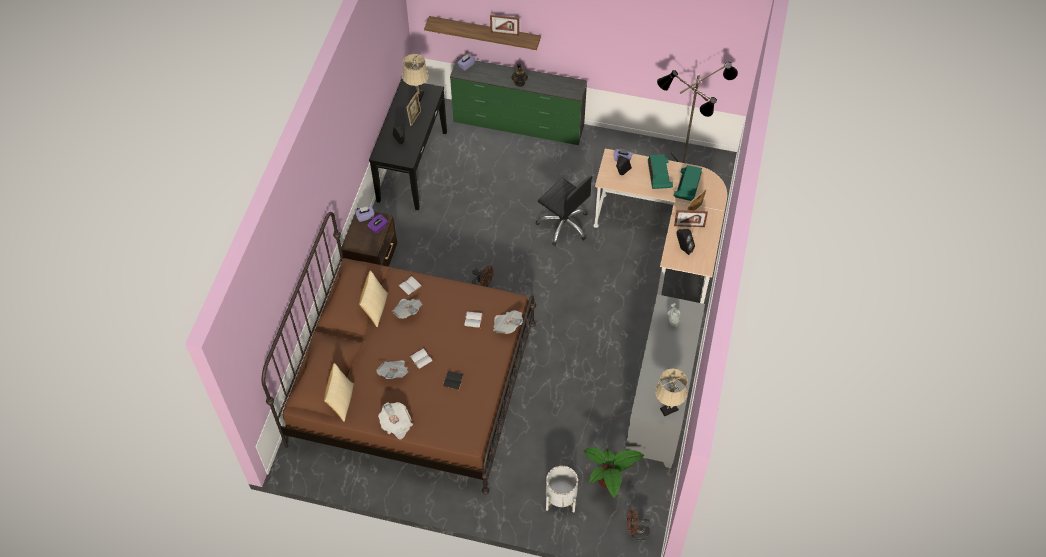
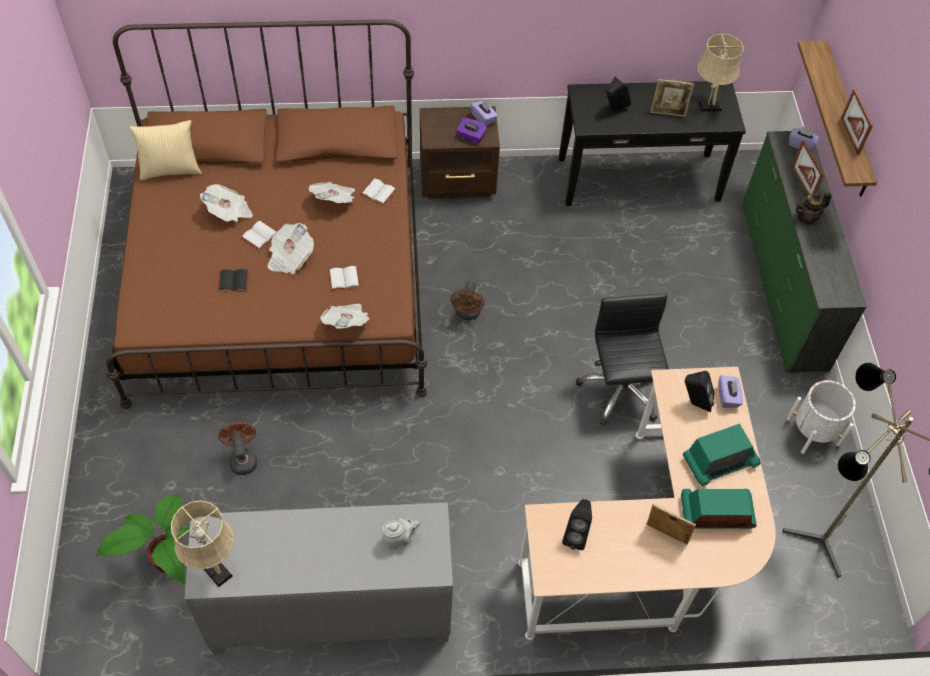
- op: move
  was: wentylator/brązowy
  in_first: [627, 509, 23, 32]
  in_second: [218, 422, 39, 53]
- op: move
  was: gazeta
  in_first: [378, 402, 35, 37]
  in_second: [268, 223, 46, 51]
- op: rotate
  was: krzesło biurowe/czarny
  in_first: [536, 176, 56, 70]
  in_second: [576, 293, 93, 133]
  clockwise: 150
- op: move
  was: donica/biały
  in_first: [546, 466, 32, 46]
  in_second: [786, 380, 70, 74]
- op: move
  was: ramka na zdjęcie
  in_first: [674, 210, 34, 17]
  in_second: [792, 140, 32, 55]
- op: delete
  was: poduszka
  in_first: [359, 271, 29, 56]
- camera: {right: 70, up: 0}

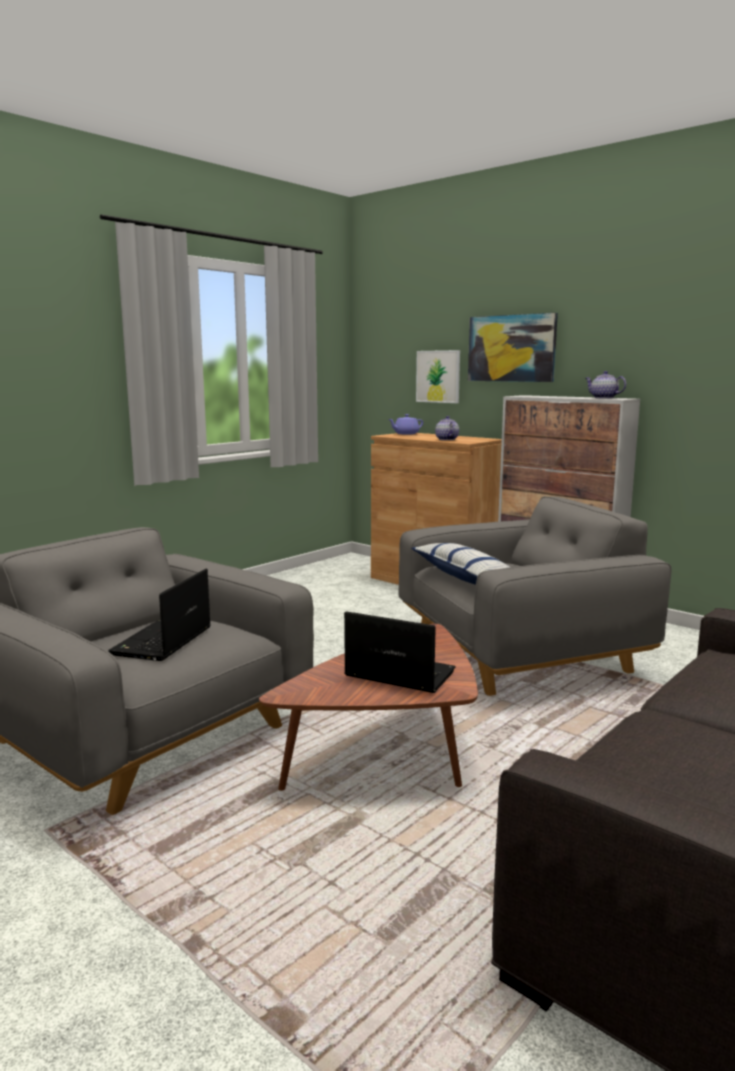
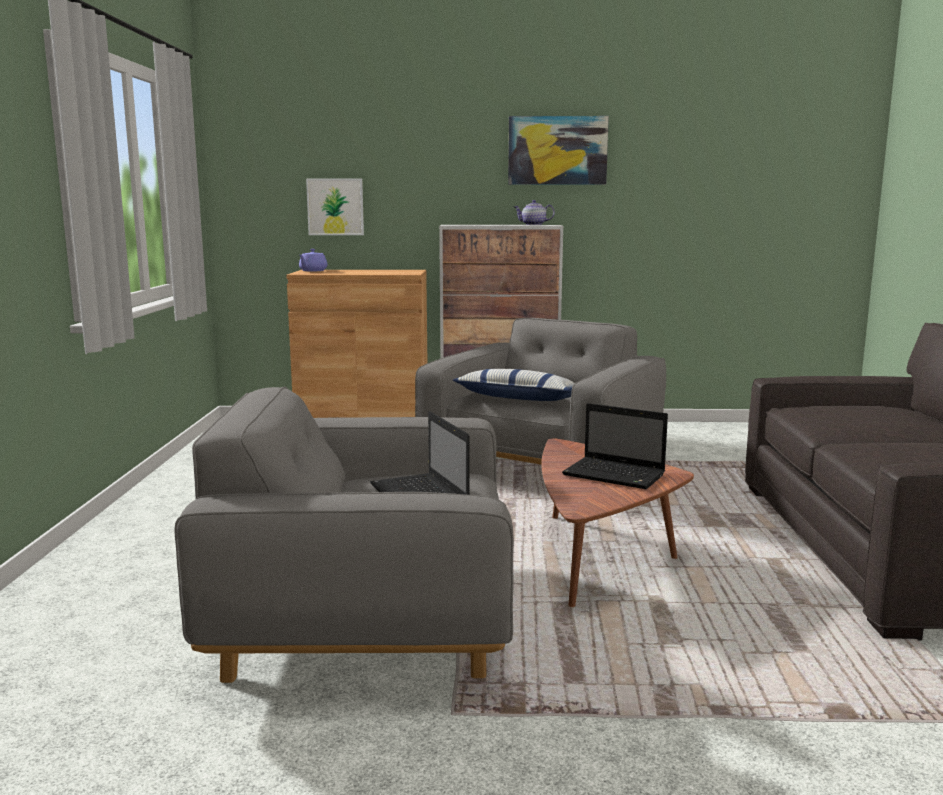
- op: move
  was: obraz
  in_first: [468, 313, 90, 69]
  in_second: [508, 116, 101, 69]
- op: rotate
  was: laptop
  in_first: [344, 611, 112, 82]
  in_second: [562, 403, 106, 86]
  clockwise: -135
- op: delete
  was: imbryk
  in_first: [435, 416, 24, 24]
- camera: {right: -40, up: 0}

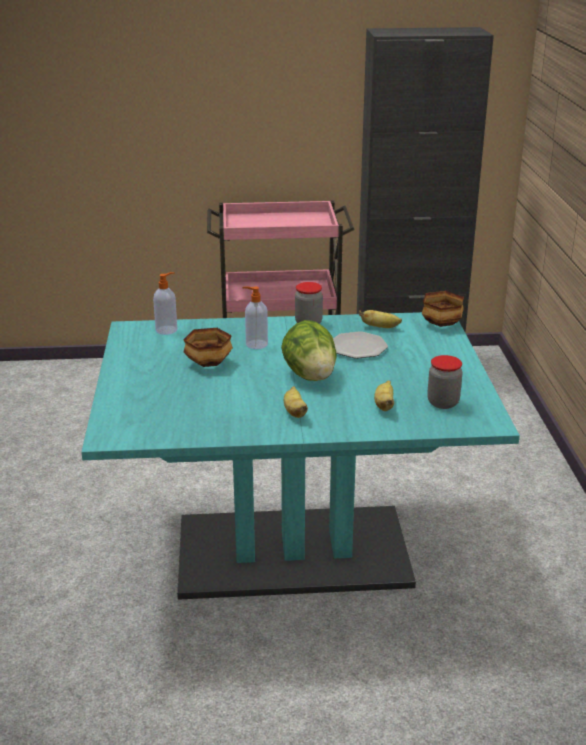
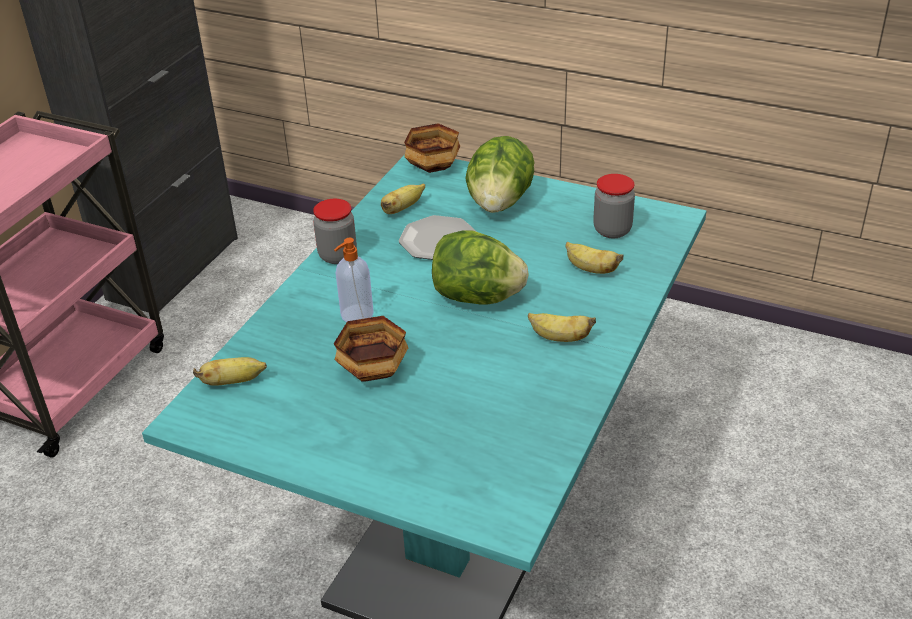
- op: replace
  was: dozownik mydła
  now: banan
  in_first: [153, 272, 24, 63]
  in_second: [193, 357, 74, 29]
- op: insert
  now: sałata
  in_second: [465, 136, 70, 77]
- camera: {right: -60, up: 10}

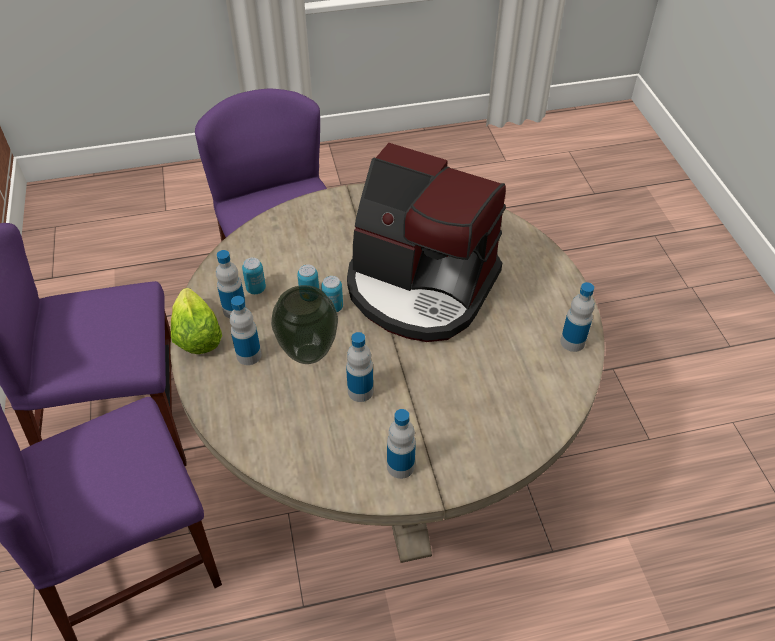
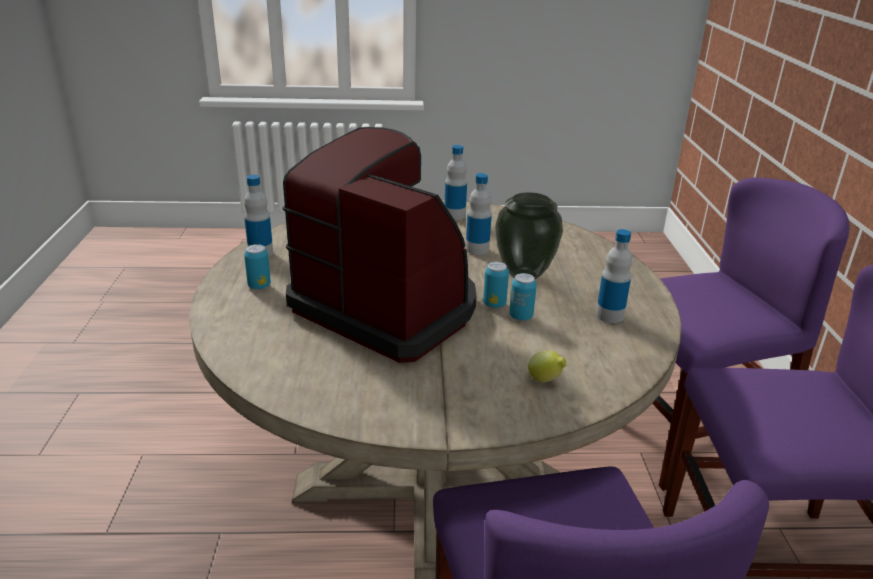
- op: move
  was: puszka
  in_first: [242, 258, 24, 36]
  in_second: [244, 244, 27, 46]
- op: insert
  now: cytryna
  in_second: [528, 350, 38, 32]
- op: delete
  was: sałata
  in_first: [171, 288, 51, 66]
- op: delete
  was: butelka
  in_first: [230, 296, 31, 69]
- camera: {right: -170, up: -20}

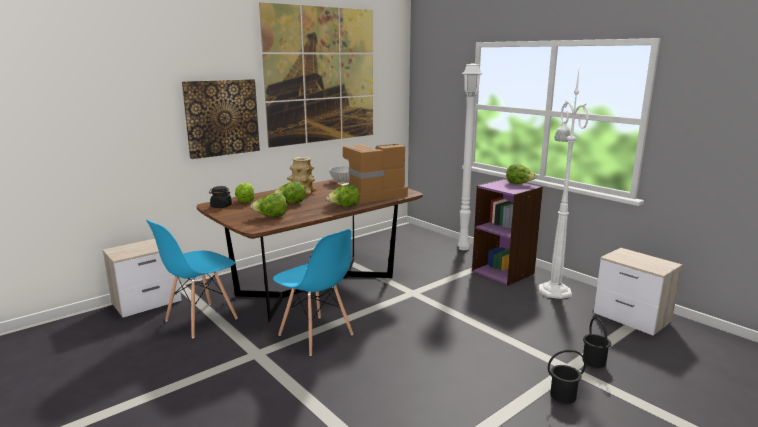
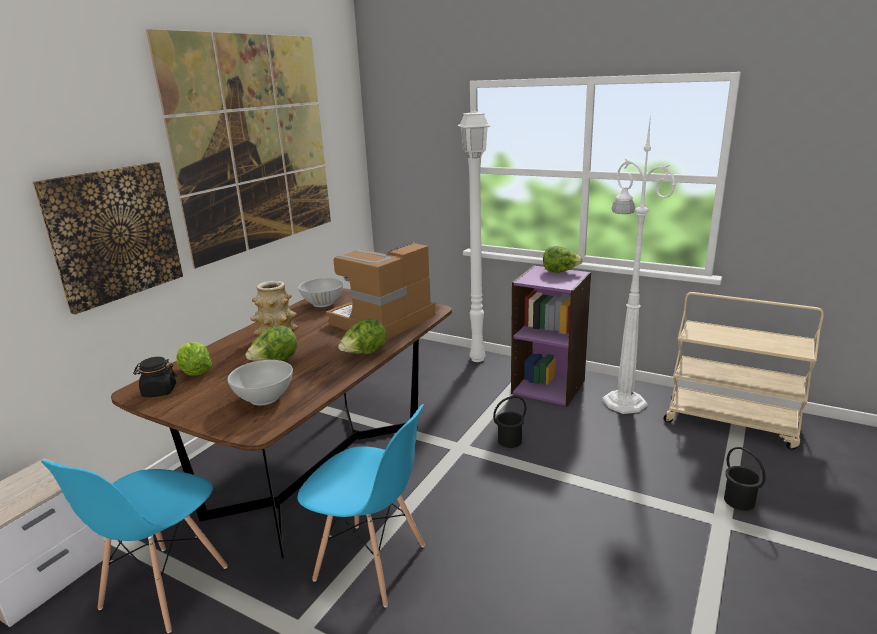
- op: replace
  was: sałata
  now: miska/biały
  in_first: [250, 193, 37, 24]
  in_second: [227, 360, 66, 45]
- op: move
  was: wiadro/czarny
  in_first: [548, 350, 38, 54]
  in_second: [493, 396, 34, 52]
- op: replace
  was: szafka nocna
  now: wózek/beżowy
  in_first: [594, 248, 88, 88]
  in_second: [664, 292, 160, 158]
- camera: {right: -20, up: 5}

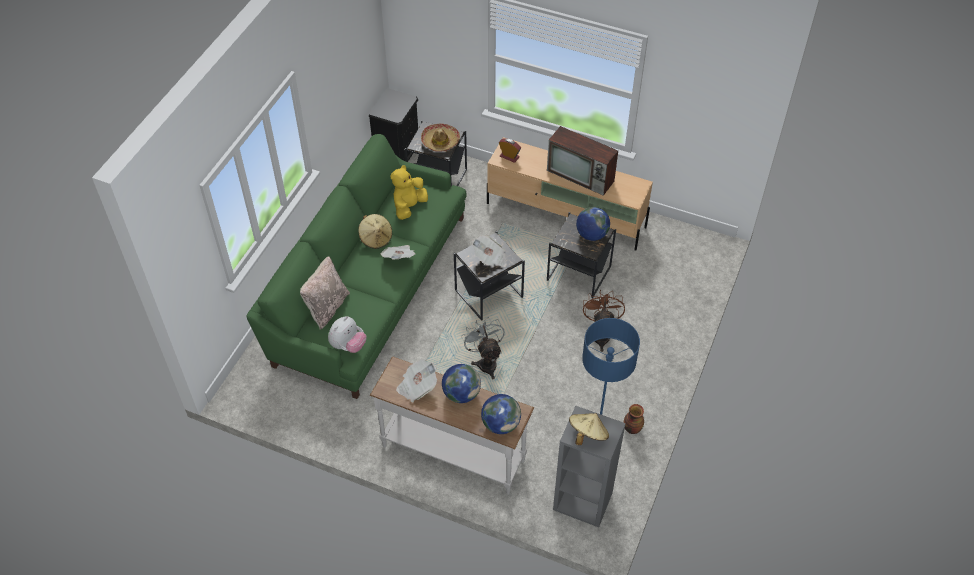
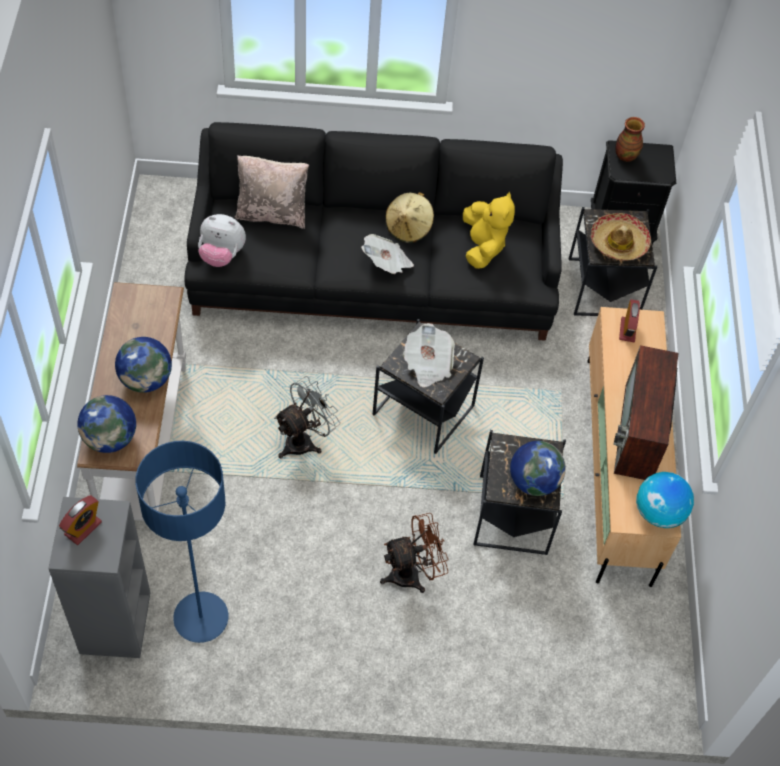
- op: replace
  was: kapelusz/beżowy
  now: budzik
  in_first: [569, 413, 40, 32]
  in_second: [59, 495, 43, 50]
- op: recolor
  was: kanapa/zielony
  now: kanapa/czarny
  in_first: [246, 134, 221, 265]
  in_second: [184, 122, 379, 218]
- op: rotate
  was: pluszak/żółty
  in_first: [391, 165, 37, 55]
  in_second: [463, 192, 52, 77]
  clockwise: 75
- op: move
  was: wazon
  in_first: [623, 404, 21, 30]
  in_second: [615, 117, 30, 45]
- op: insert
  now: globus
  in_second: [636, 472, 58, 56]
- op: delete
  was: gazeta
  in_first: [396, 359, 41, 44]
- camera: {right: 65, up: 5}

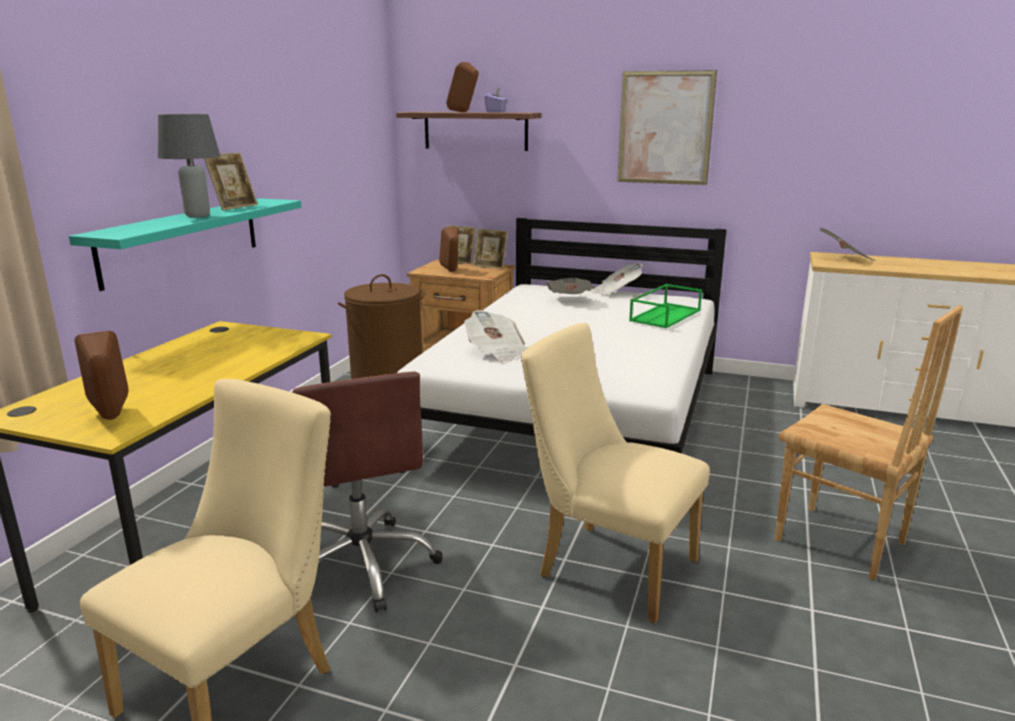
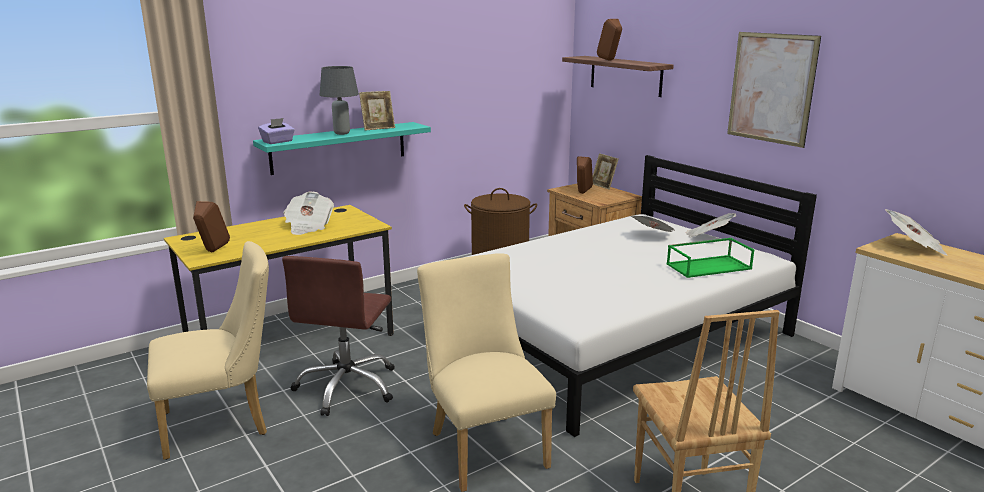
- op: move
  was: pudełko chusteczek/fioletowy
  in_first: [484, 88, 23, 25]
  in_second: [258, 118, 37, 26]
- op: move
  was: gazeta
  in_first: [464, 310, 63, 53]
  in_second: [284, 191, 50, 44]
- op: delete
  was: ramka na zdjęcie
  in_first: [473, 229, 35, 40]
- camera: {right: 35, up: 0}

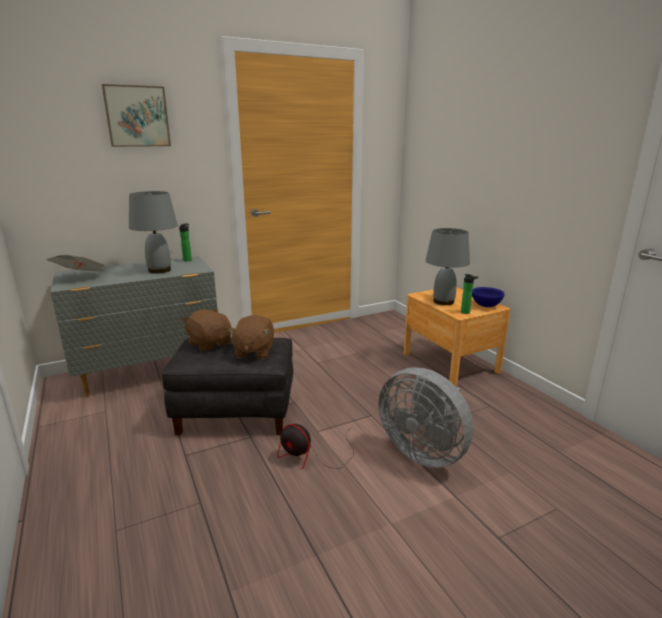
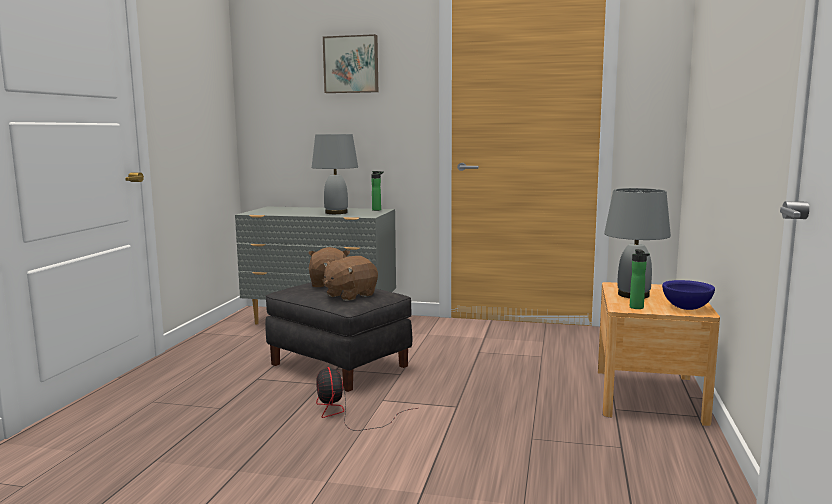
- op: delete
  was: gazeta
  in_first: [46, 255, 60, 16]
- op: delete
  was: wentylator/szary
  in_first: [378, 367, 95, 101]
- camera: {right: 40, up: -10}

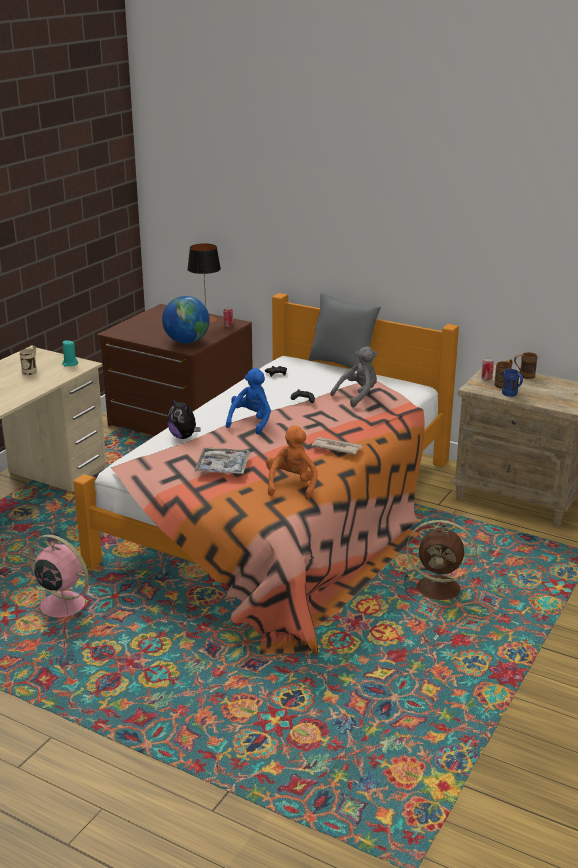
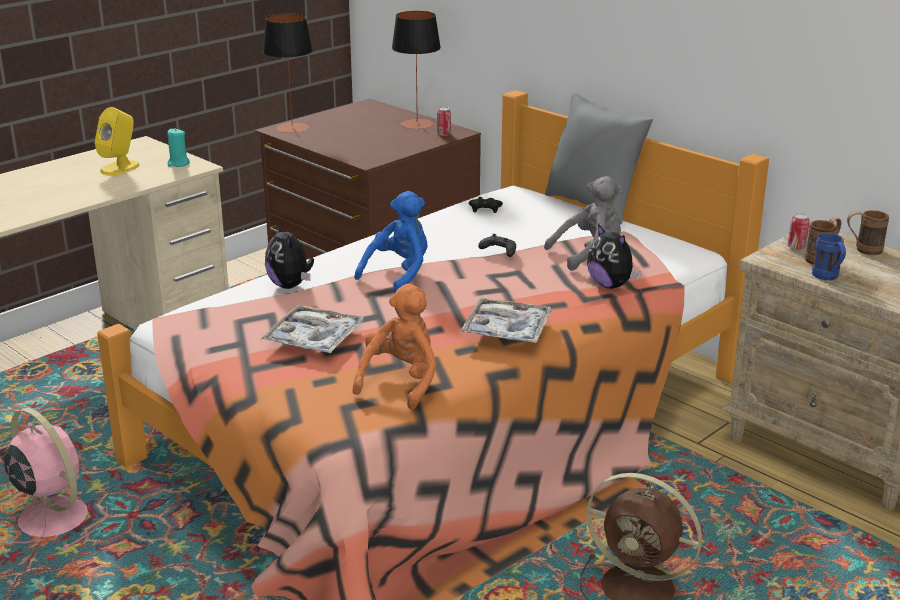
- op: replace
  was: kubek/beżowy
  now: głośnik/żółty
  in_first: [20, 346, 17, 29]
  in_second: [95, 107, 45, 68]
- op: insert
  now: lampa stołowa
  in_second: [263, 13, 50, 120]
- op: replace
  was: gazeta
  now: taca
  in_first: [312, 437, 50, 18]
  in_second: [460, 297, 92, 46]
- op: insert
  now: pluszak
  in_second: [587, 224, 54, 65]
- op: delete
  was: globus
  in_first: [162, 296, 48, 48]
- camera: {right: 15, up: 0}

